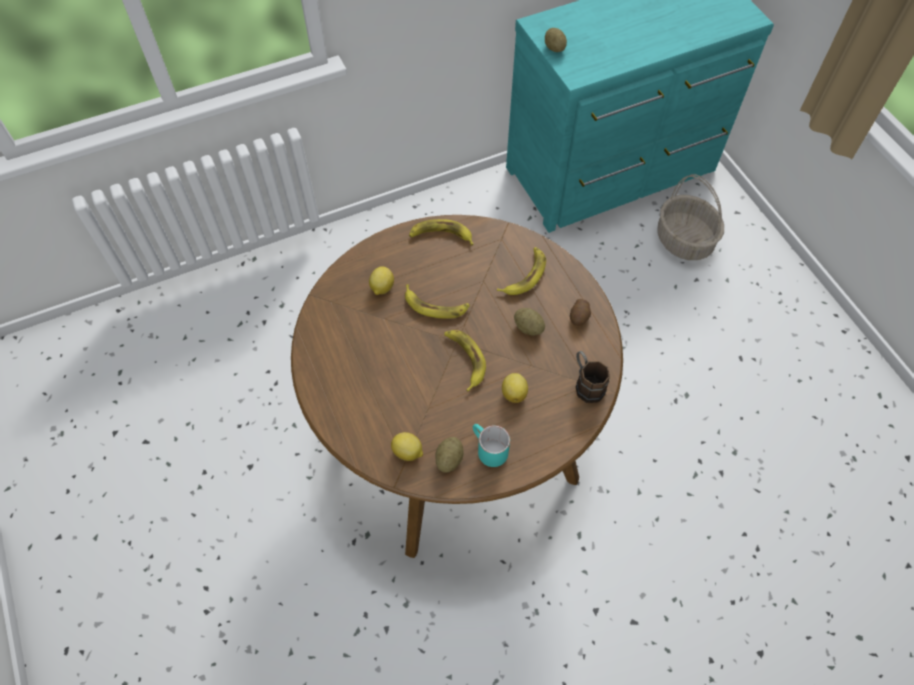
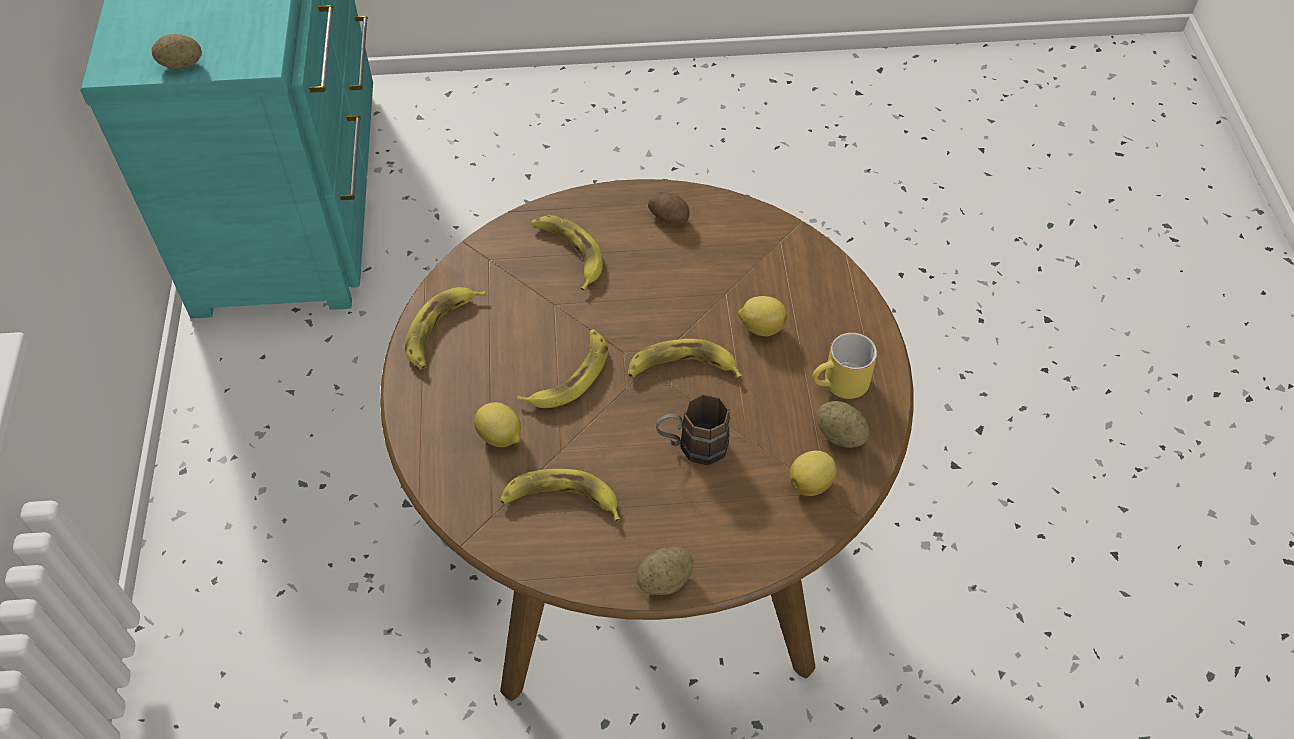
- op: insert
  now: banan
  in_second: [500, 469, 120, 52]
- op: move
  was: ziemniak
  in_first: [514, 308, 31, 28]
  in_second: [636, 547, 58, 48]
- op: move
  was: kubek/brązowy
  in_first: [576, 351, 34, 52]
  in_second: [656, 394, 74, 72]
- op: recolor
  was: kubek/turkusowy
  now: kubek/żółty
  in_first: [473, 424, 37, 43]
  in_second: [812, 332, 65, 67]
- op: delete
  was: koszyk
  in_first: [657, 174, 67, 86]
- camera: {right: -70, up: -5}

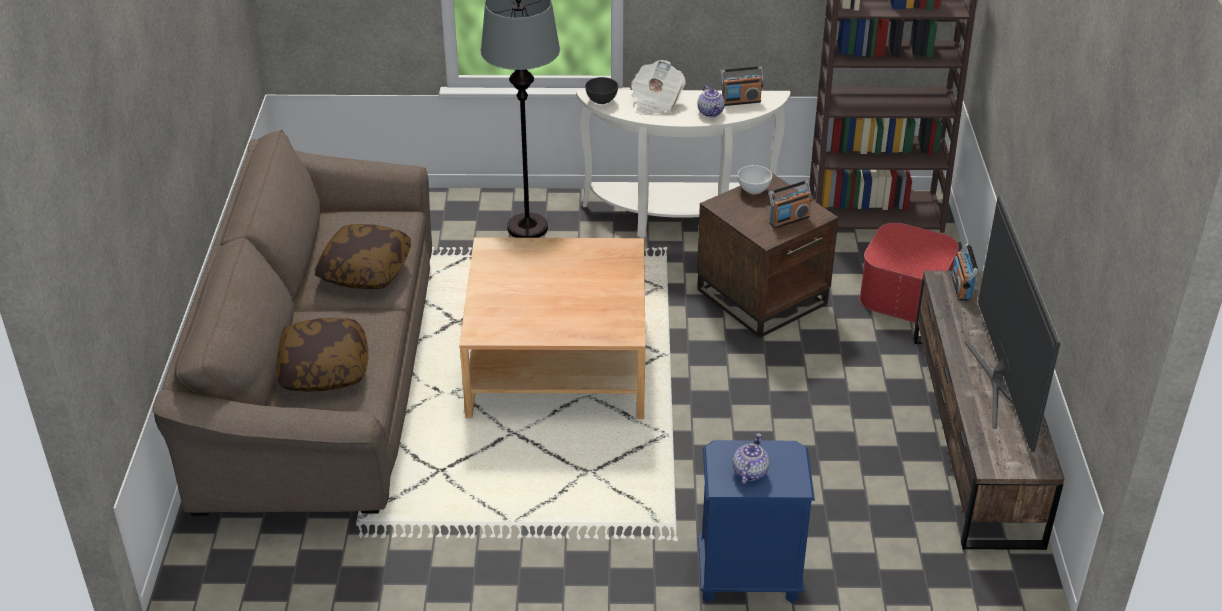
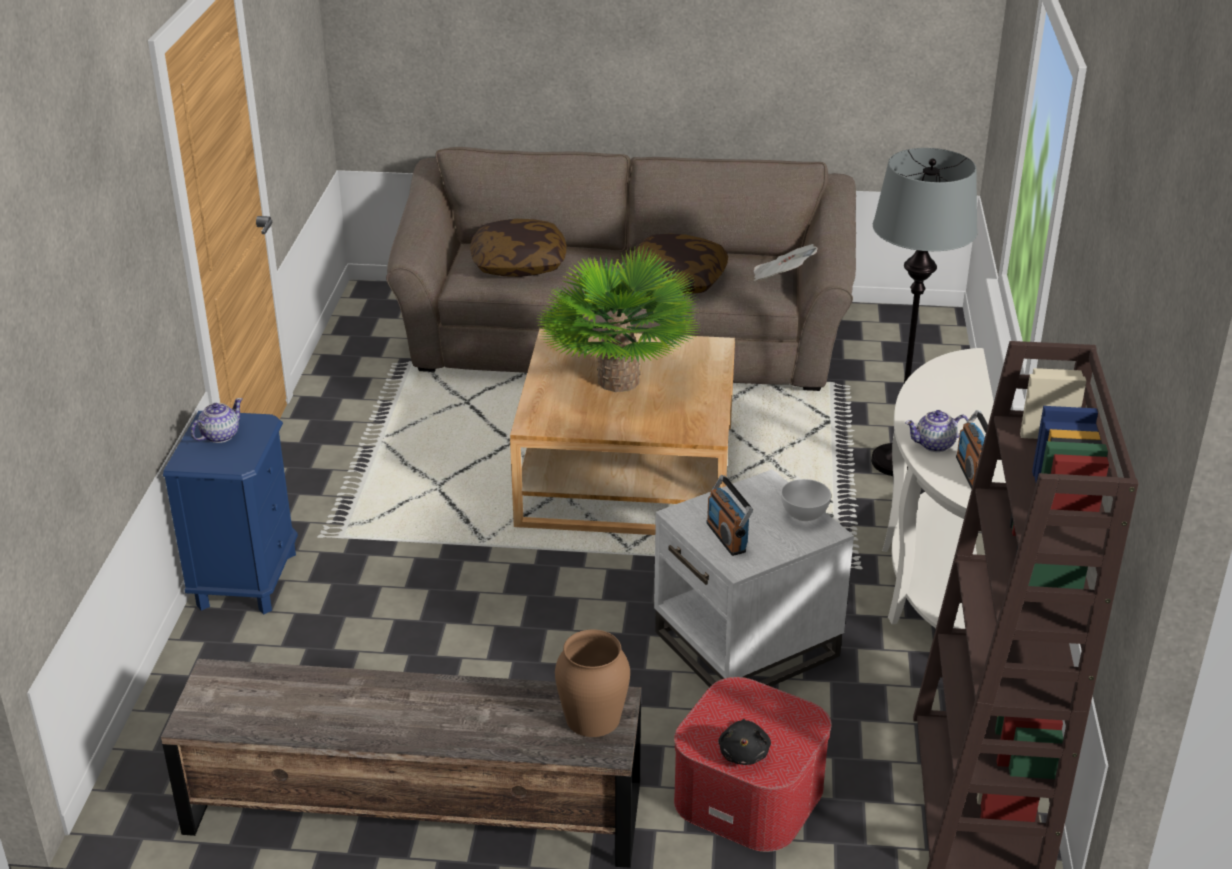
- op: rotate
  was: imbryk
  in_first: [733, 433, 37, 51]
  in_second: [191, 398, 51, 45]
  clockwise: -75
- op: insert
  now: roślina doniczkowa
  in_second: [536, 245, 163, 147]
- op: replace
  was: radio
  now: wazon/brązowy
  in_first: [951, 243, 27, 58]
  in_second: [555, 630, 75, 107]
- op: recolor
  was: stolik/brązowy
  now: stolik/biały
  in_first: [697, 173, 142, 165]
  in_second: [654, 469, 200, 218]
- op: insert
  now: pluszak/czarny
  in_second: [718, 719, 53, 46]
- op: move
  was: gazeta
  in_first: [631, 60, 55, 55]
  in_second: [753, 244, 65, 37]
- op: delete
  was: miska/szary
  in_first: [585, 77, 33, 27]
- op: delete
  was: telewizor
  in_first: [964, 195, 97, 257]
- camera: {right: 95, up: -5}

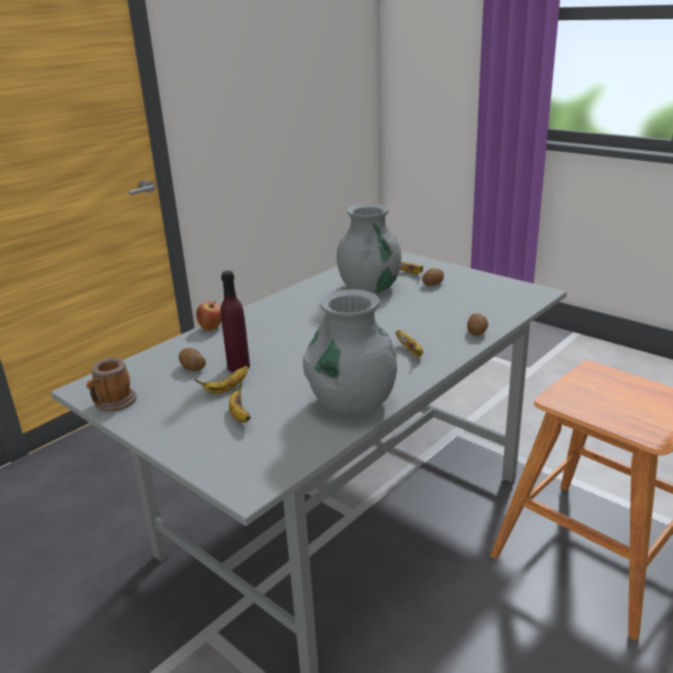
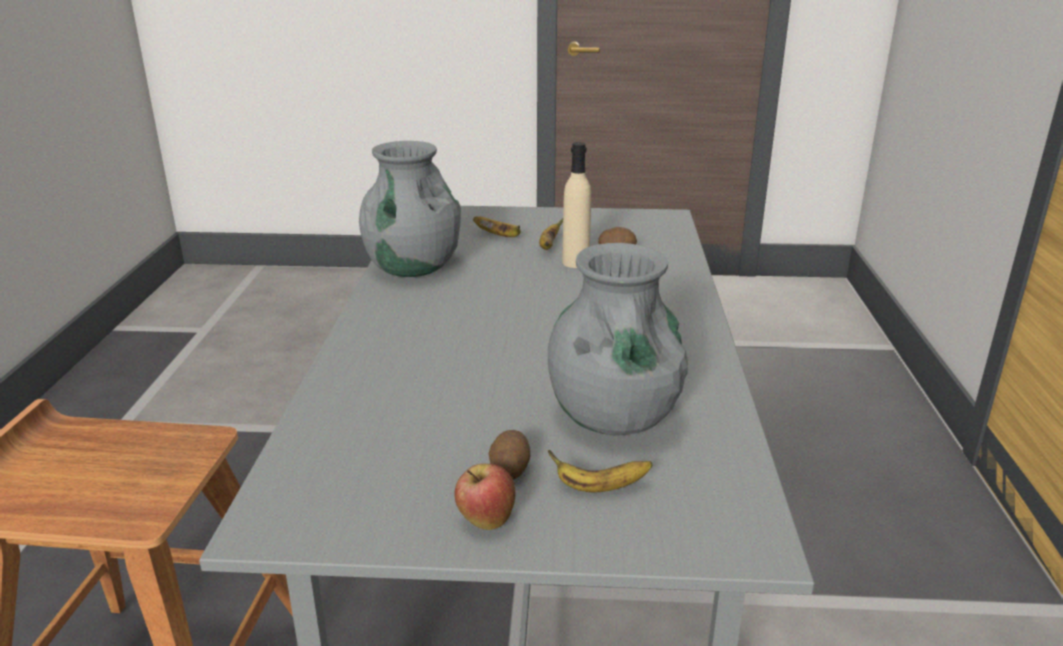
- op: move
  was: jabłko
  in_first: [196, 302, 25, 28]
  in_second: [455, 464, 61, 66]
- op: recolor
  was: butelka/fioletowy
  now: butelka/beżowy
  in_first: [221, 271, 29, 101]
  in_second: [562, 142, 29, 126]
- op: delete
  was: kubek
  in_first: [87, 358, 50, 53]
- op: delete
  was: banan
  in_first: [396, 330, 27, 27]
- op: delete
  was: ziemniak
  in_first: [467, 313, 21, 22]
- camera: {right: 140, up: 0}

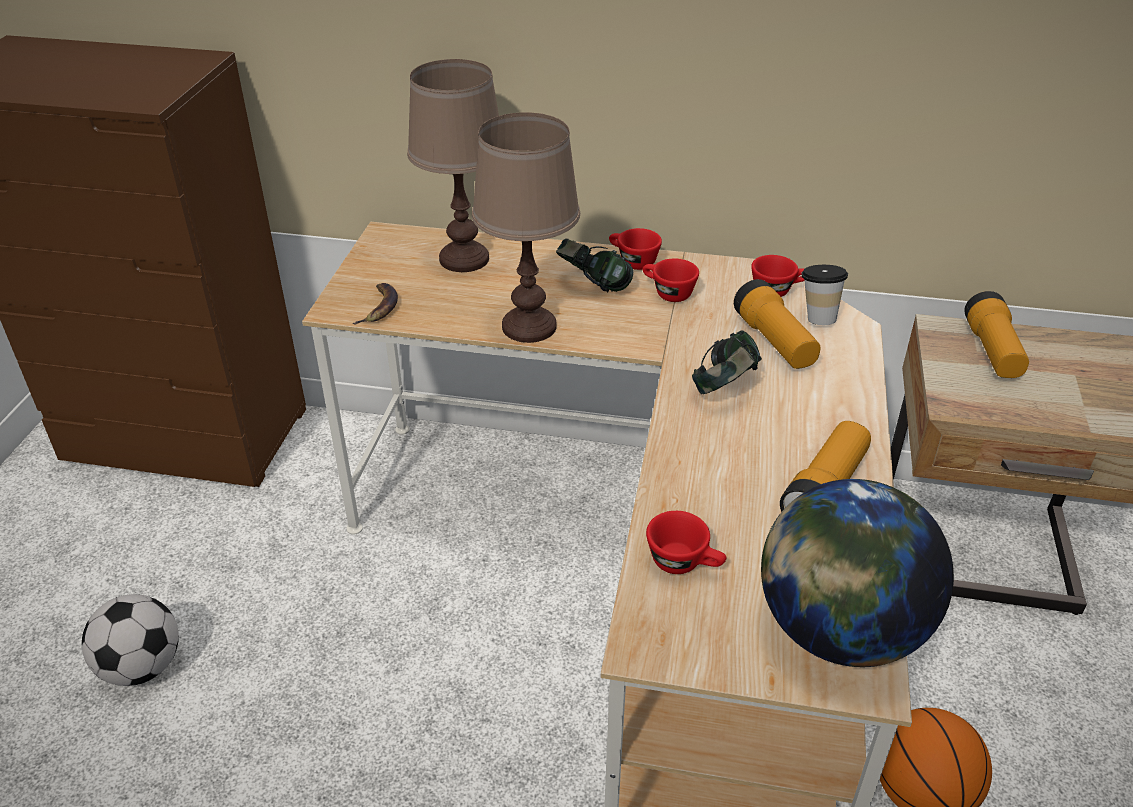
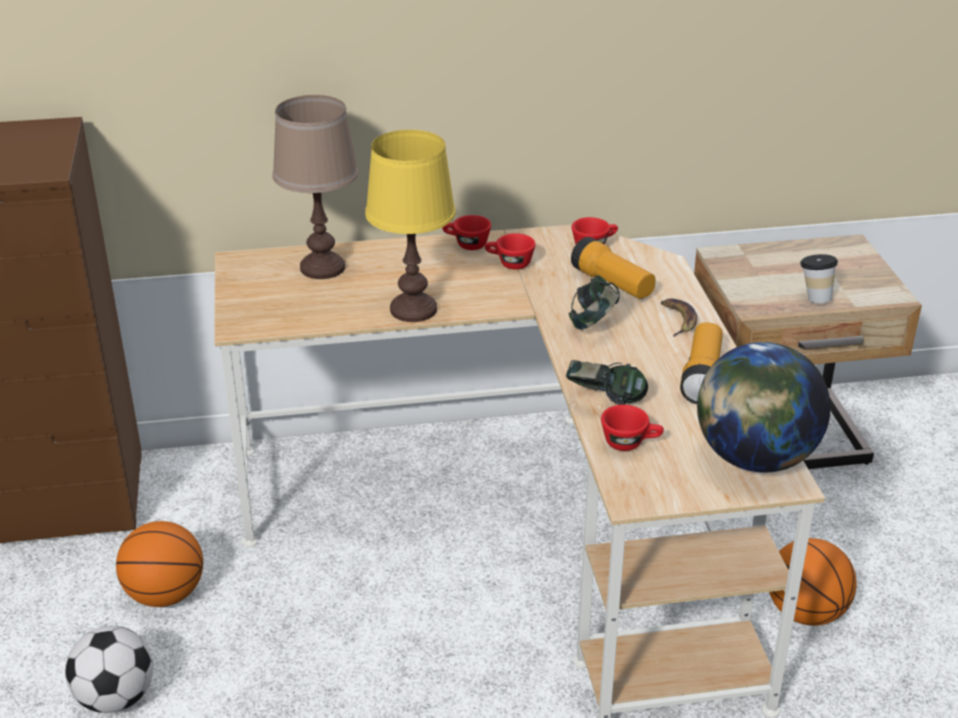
- op: insert
  now: piłka do koszykówki
  in_second: [116, 521, 87, 86]
- op: recolor
  was: lampa stołowa/brązowy
  now: lampa stołowa/żółty
  in_first: [472, 112, 108, 231]
  in_second: [365, 130, 91, 192]
- op: move
  was: słuchawki
  in_first: [556, 238, 77, 54]
  in_second: [566, 360, 82, 45]
- op: move
  was: banan
  in_first: [353, 283, 45, 41]
  in_second: [661, 298, 36, 39]
- op: move
  was: filiżanka
  in_first: [801, 265, 47, 60]
  in_second: [800, 254, 38, 49]
- op: delete
  was: latarka
  in_first: [964, 291, 65, 87]
- camera: {right: -20, up: -5}

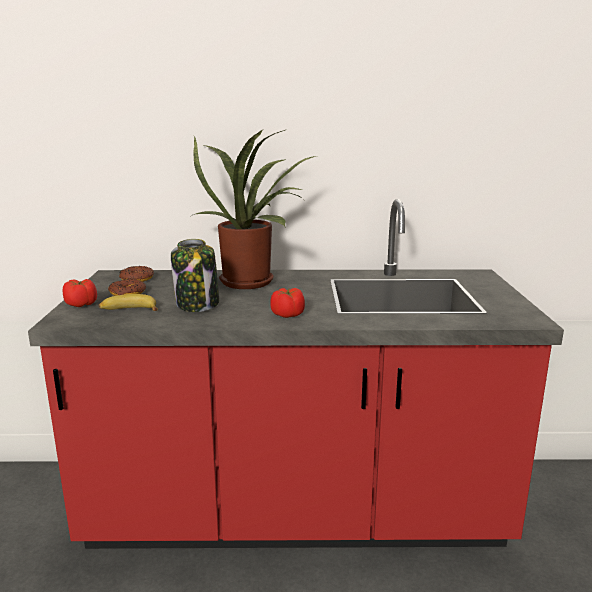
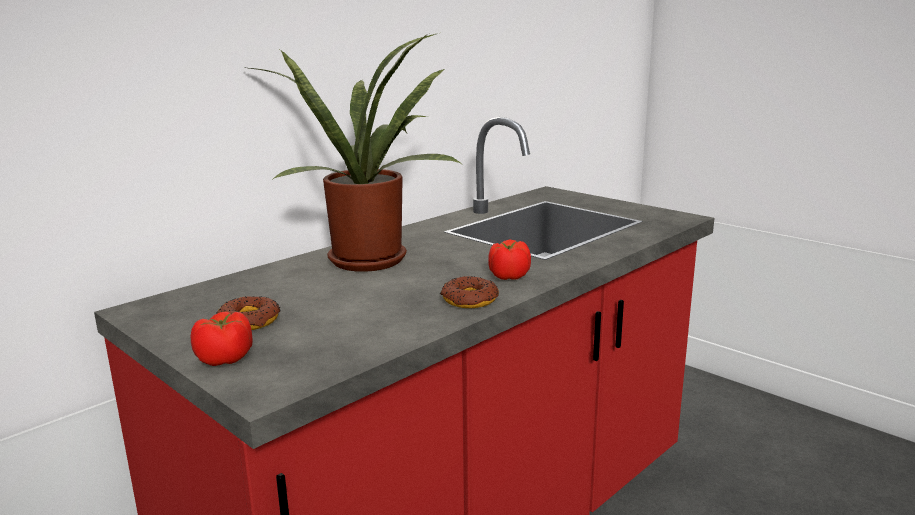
- op: move
  was: donut
  in_first: [119, 266, 35, 16]
  in_second: [440, 276, 59, 32]
- op: delete
  was: banan
  in_first: [98, 294, 60, 17]
- op: delete
  was: słoik
  in_first: [171, 239, 48, 73]
- camera: {right: -45, up: 0}

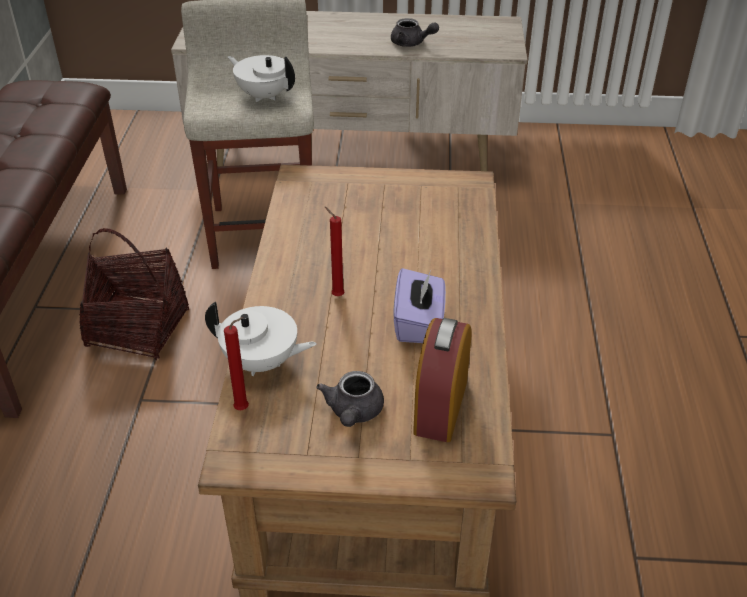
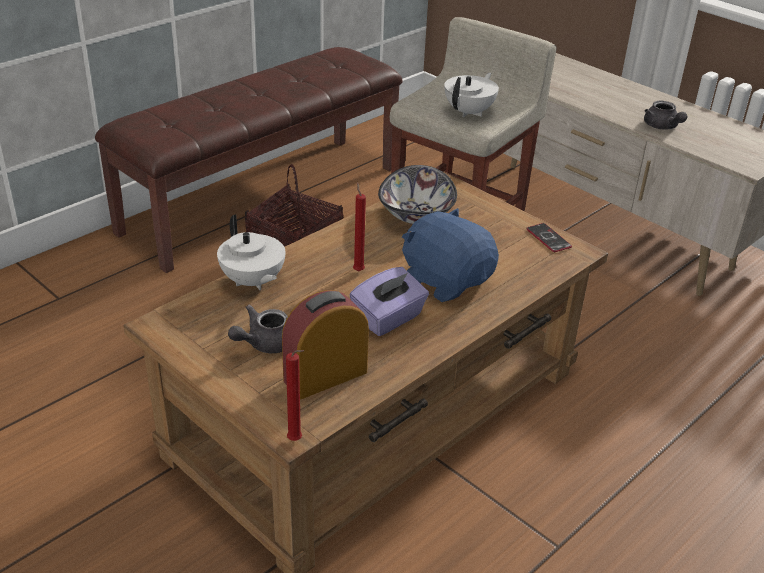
- op: move
  was: świeca/czerwony
  in_first: [224, 317, 25, 93]
  in_second: [286, 350, 18, 91]
- op: insert
  now: miska
  in_second: [378, 165, 79, 59]
- op: insert
  now: pluszak/niebieski
  in_second: [402, 208, 97, 94]
- op: rotate
  was: imbryk/biały
  in_first: [228, 55, 67, 47]
  in_second: [444, 72, 55, 45]
  clockwise: 45
- op: insert
  now: telefon
  in_second: [526, 223, 46, 29]
- camera: {right: 40, up: -5}

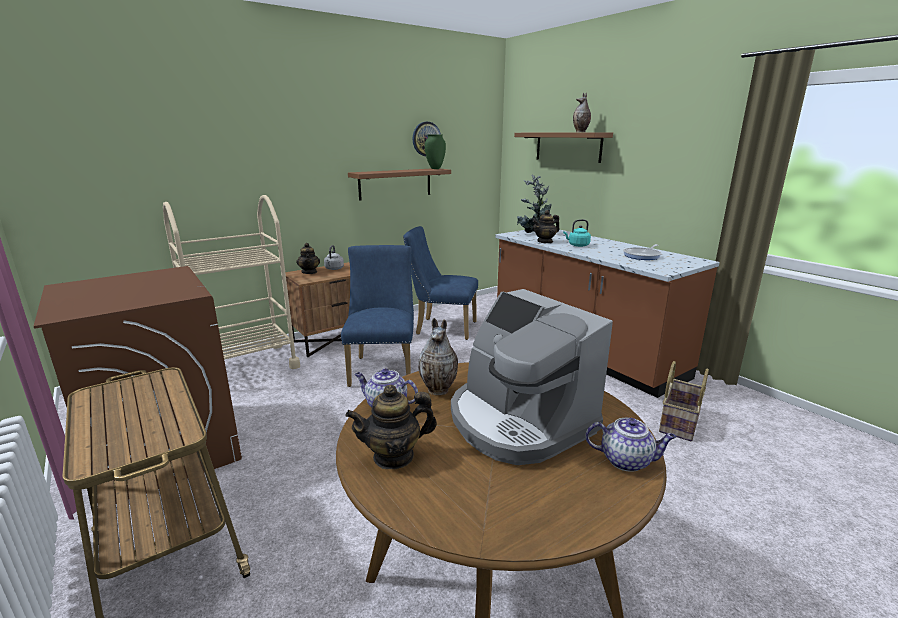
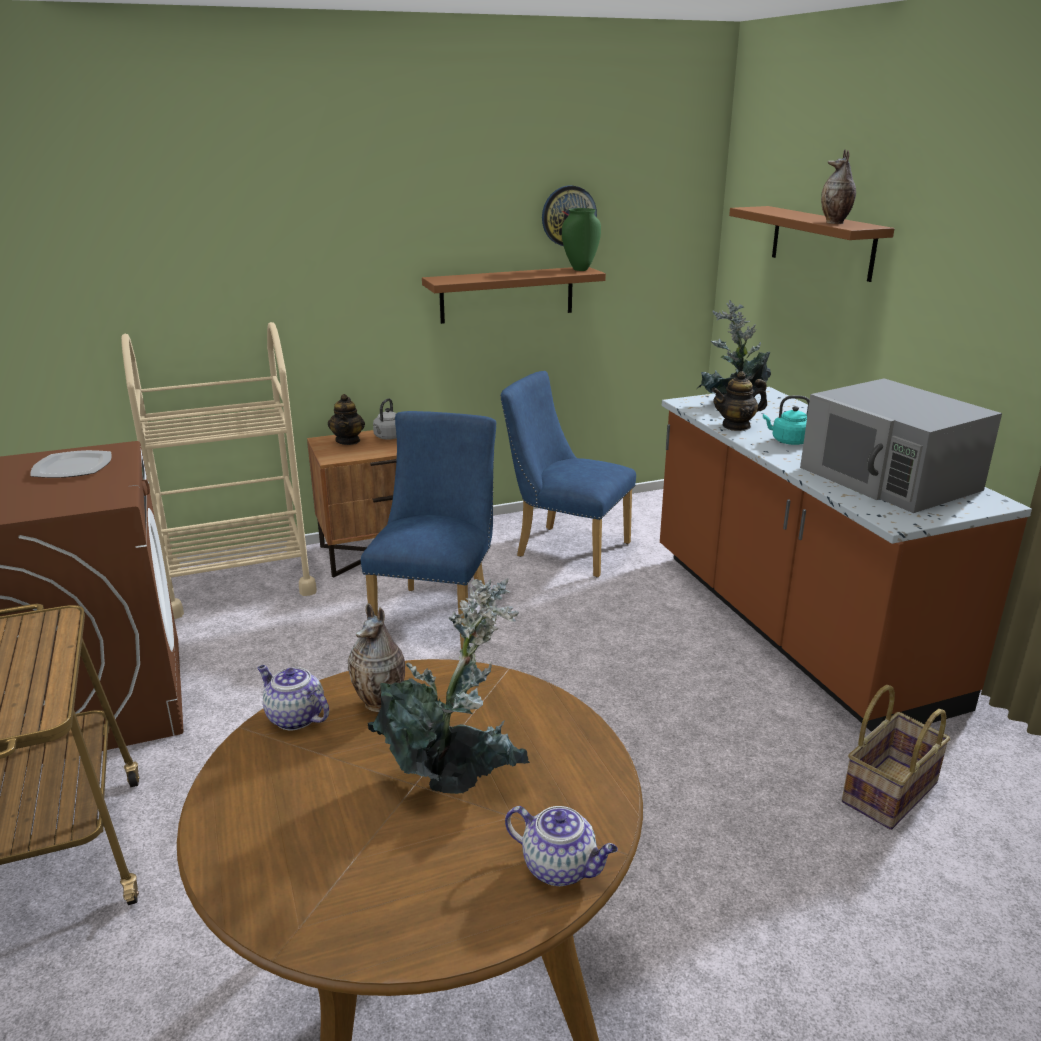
- op: insert
  now: talerz
  in_second: [30, 450, 82, 28]
- op: replace
  was: ekspres do kawy
  now: roślina doniczkowa
  in_first: [451, 289, 162, 176]
  in_second: [368, 578, 162, 216]
- op: replace
  was: patelnia
  now: mikrofalówka/szary
  in_first: [623, 244, 39, 16]
  in_second: [800, 378, 202, 135]
- op: delete
  was: imbryk
  in_first: [346, 384, 91, 85]
- camera: {right: 15, up: 5}

